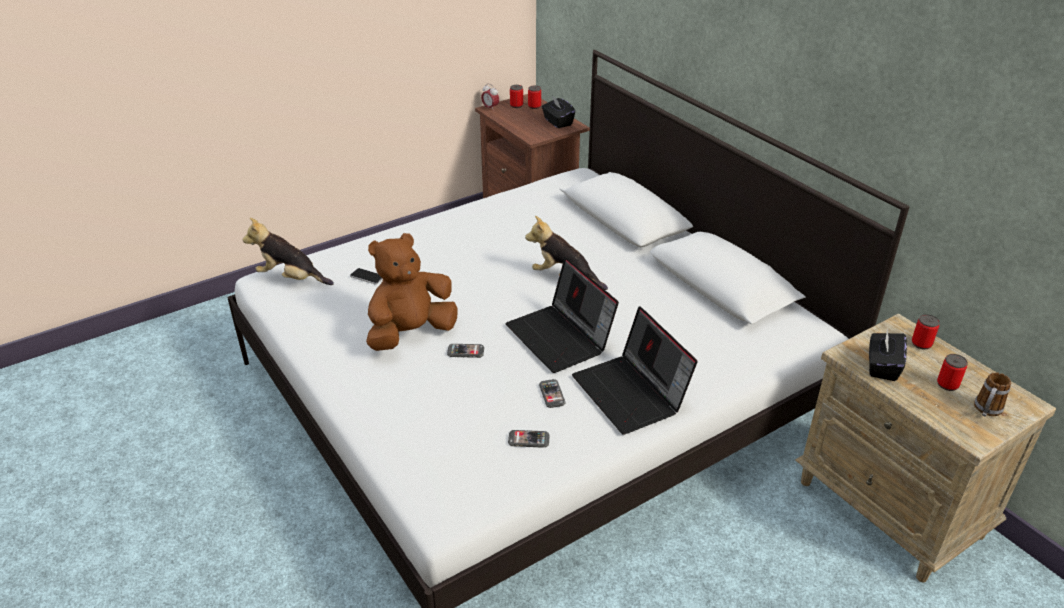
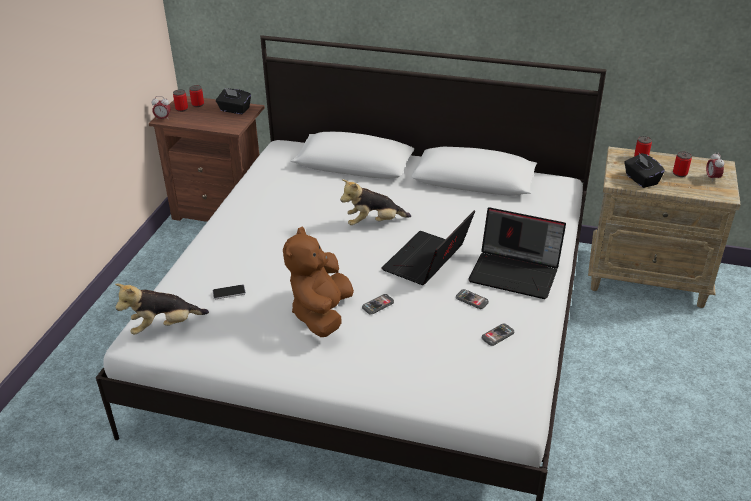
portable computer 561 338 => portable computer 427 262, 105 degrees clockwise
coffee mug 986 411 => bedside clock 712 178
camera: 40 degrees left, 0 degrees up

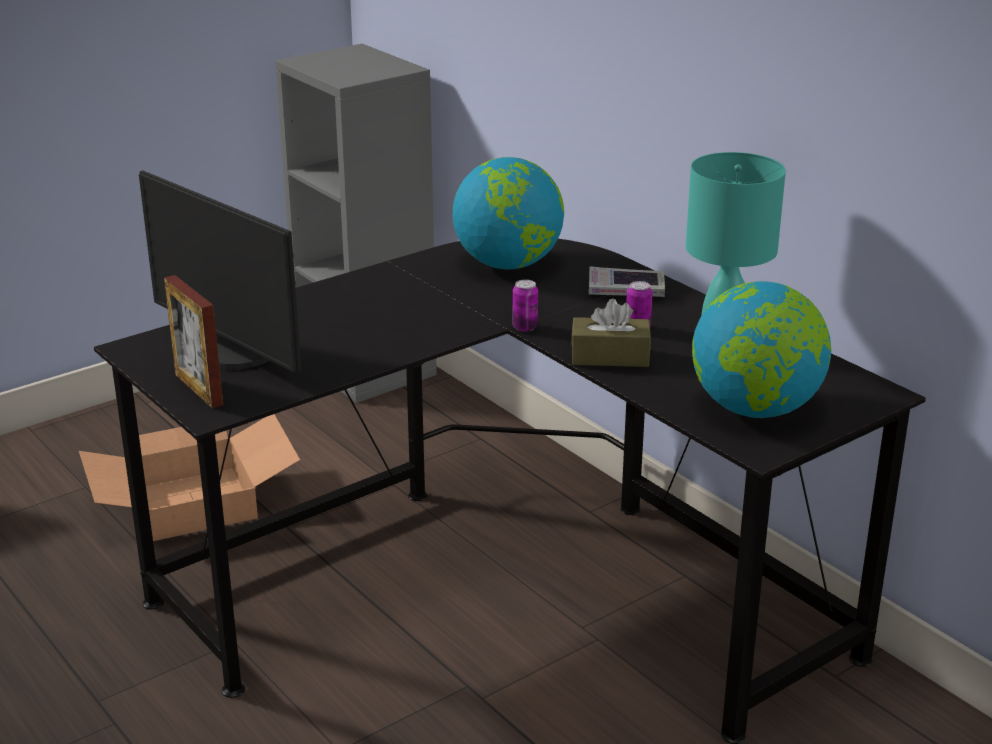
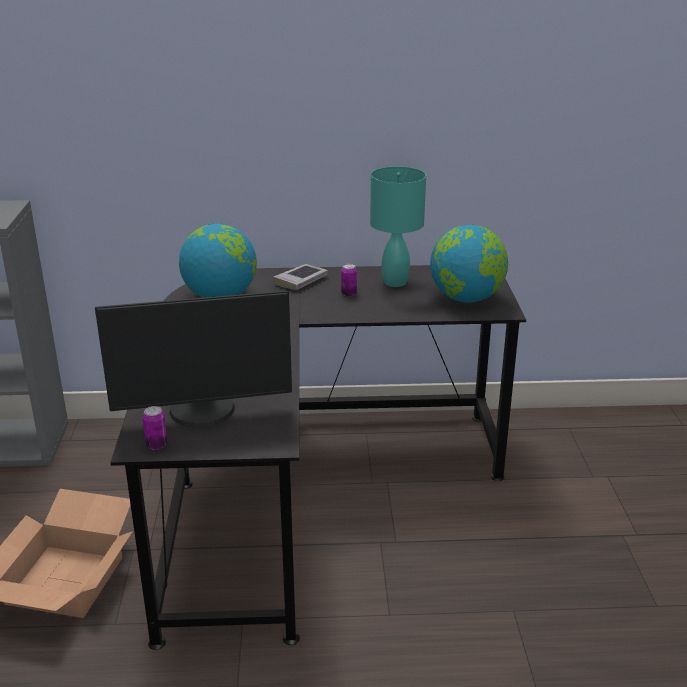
standing frame 198 389 => nothing
sealed can 525 327 => sealed can 156 445, relocated
tissue box (brownish) 610 357 => nothing
camera: 55 degrees left, 0 degrees up

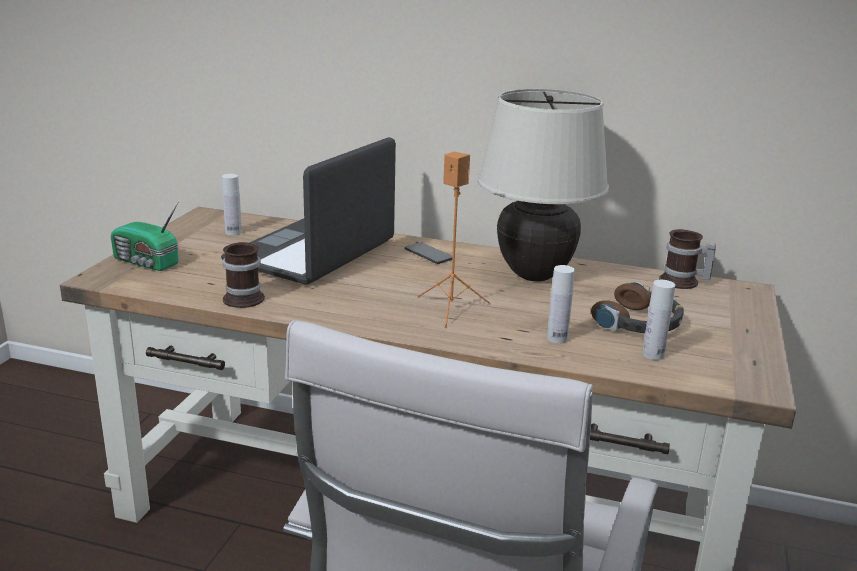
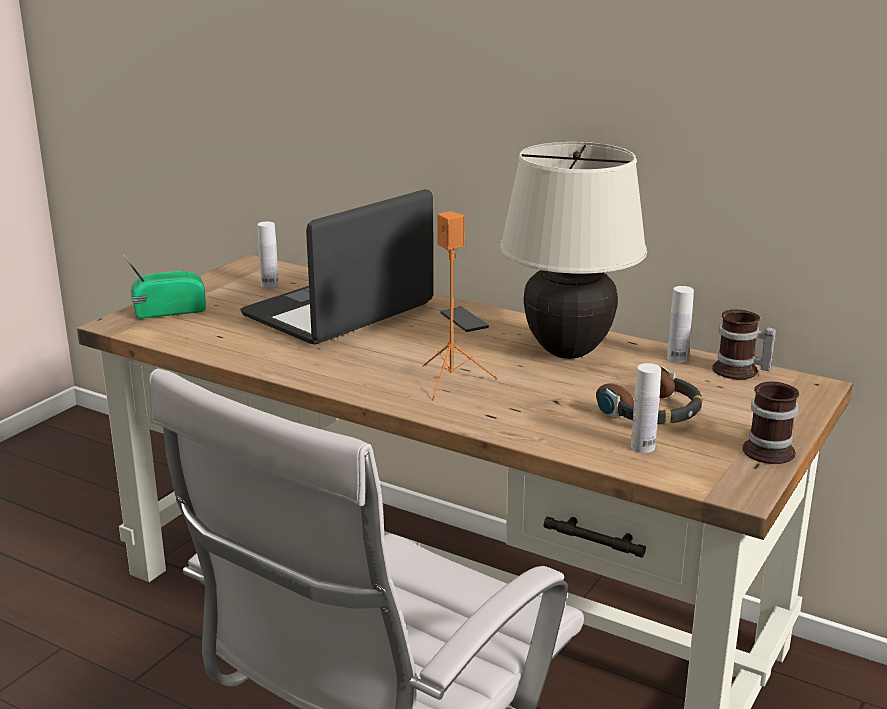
radio receiver 146 262 => radio receiver 167 311, 120 degrees clockwise
coffee mug 247 297 => coffee mug 771 449, relocated
beverage bottle (whitish) 557 338 => beverage bottle (whitish) 677 358, relocated
camera: 15 degrees right, 0 degrees up

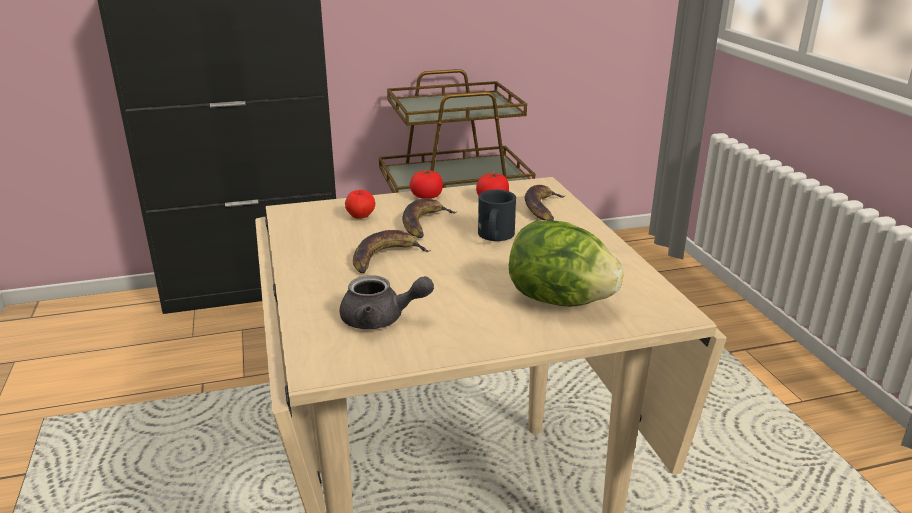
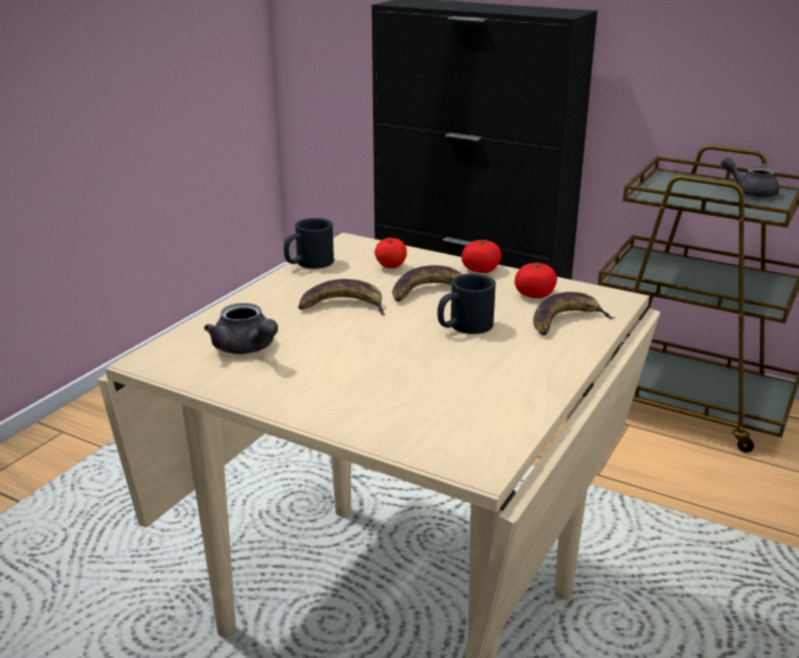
lettuce 559 300 => nothing
nothing => coffee mug (blackish) 308 263
nothing => teapot (gray) 750 192
camera: 45 degrees right, 0 degrees up

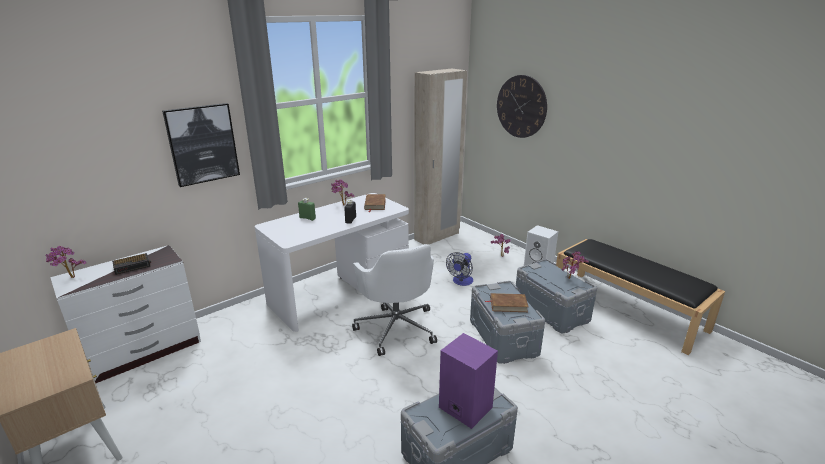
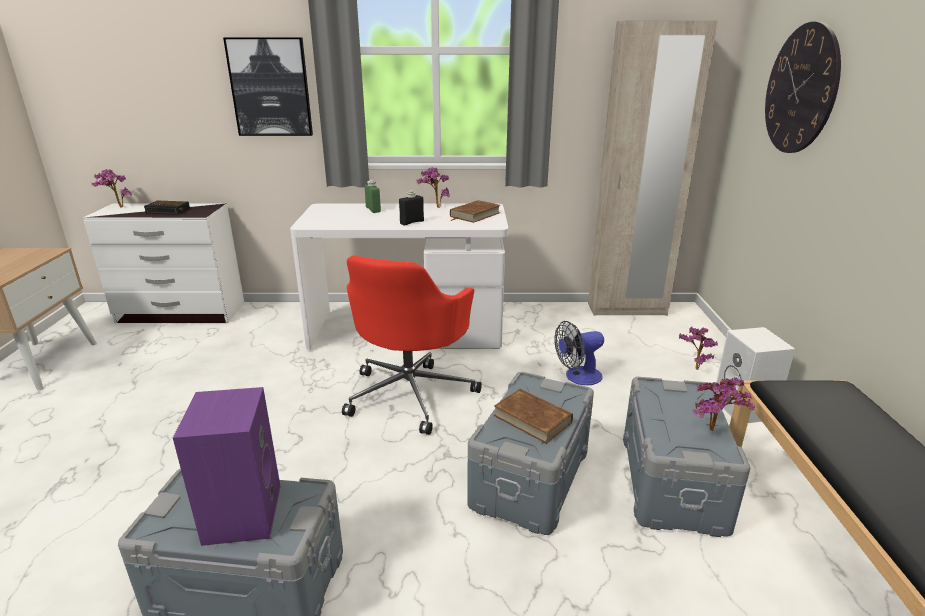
desk chair (whitish) 396 327 => desk chair (red-coloured) 411 393
camera: 40 degrees right, 0 degrees up

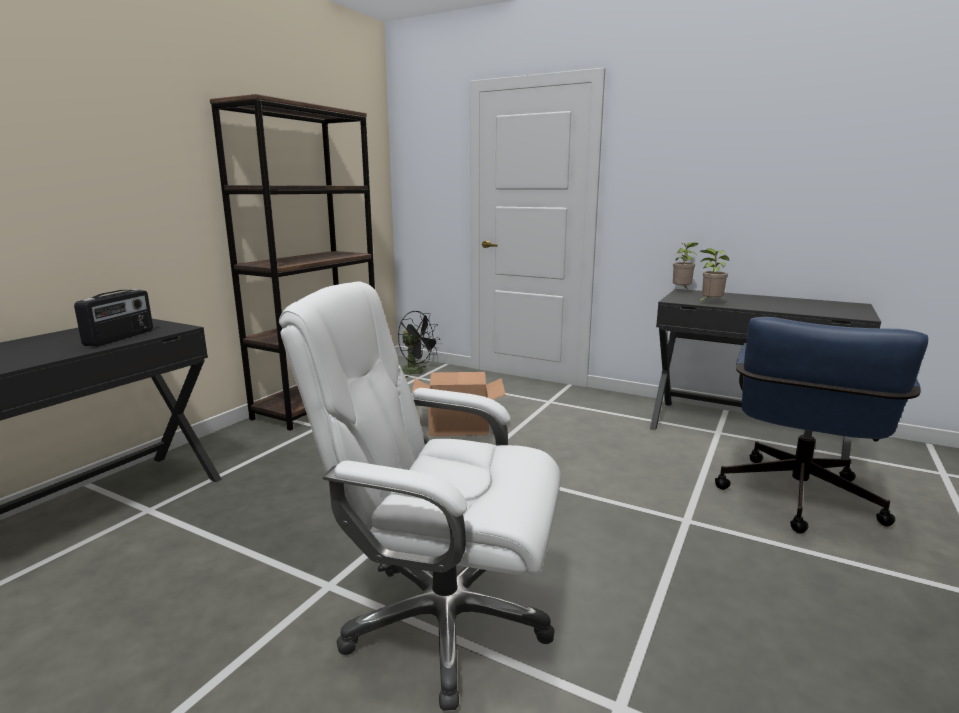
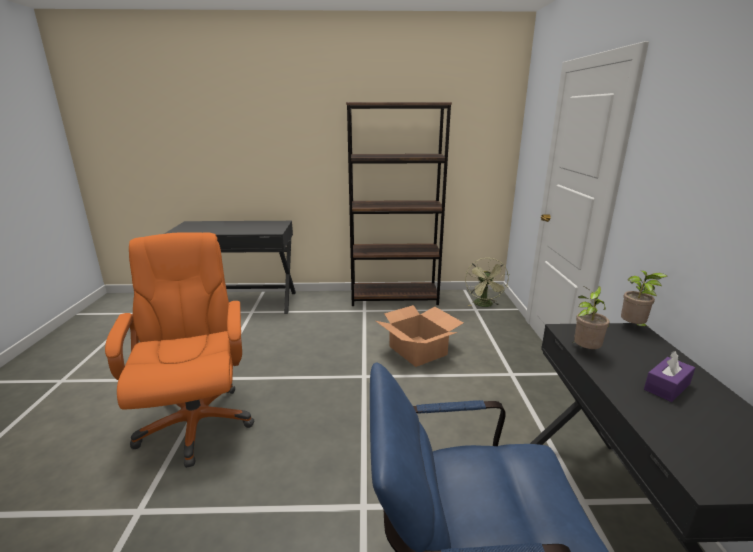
radio receiver 120 338 => nothing
desk chair (whitish) 443 621 => desk chair (orange-coloured) 196 423
cooling fan (blackish) 417 372 => cooling fan (green-coloured) 484 305
nothing => tissue box (purple) 666 387
camera: 60 degrees right, 5 degrees up

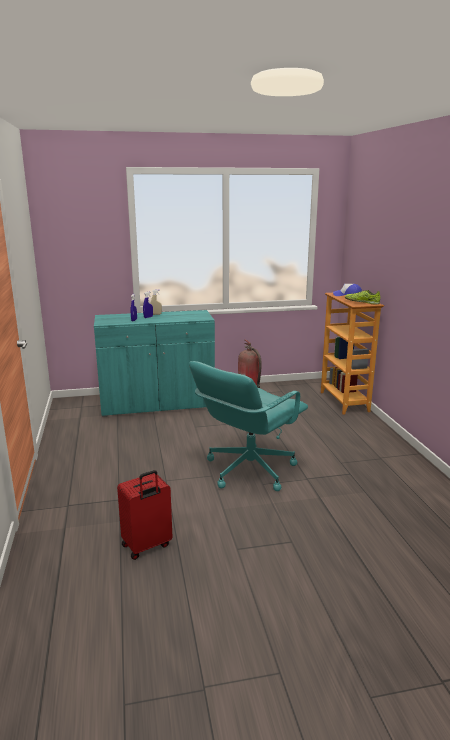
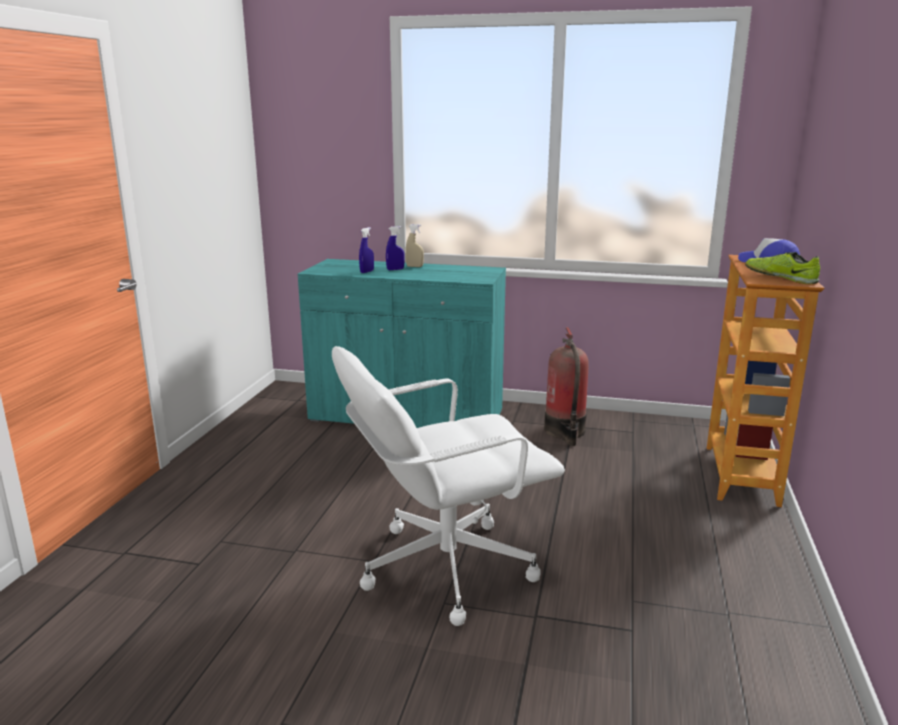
suitcase (red-coloured) 147 546 => nothing
desk chair (blue-green) 248 469 => desk chair (whitish) 444 567
camera: 25 degrees right, 0 degrees up

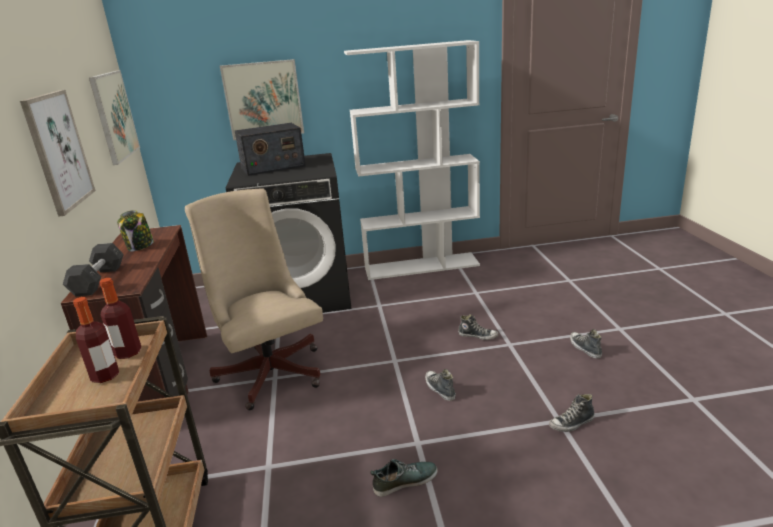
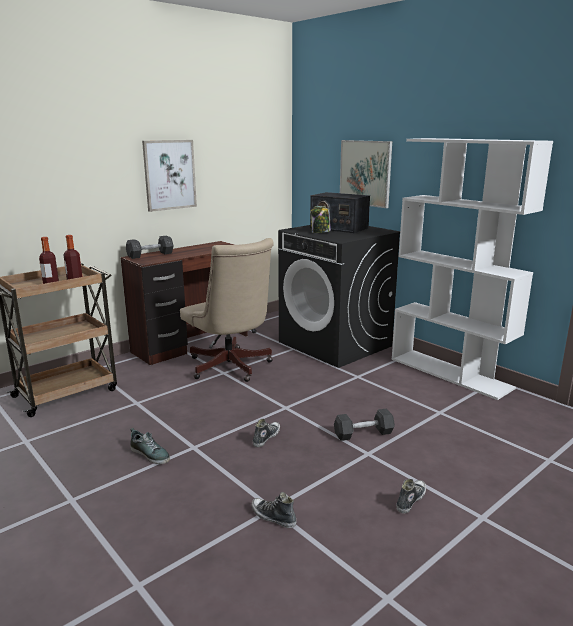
wall art 114 116 => nothing
jar 140 246 => jar 320 232, relocated
desk chair (sand-coloured) 270 369 => desk chair (sand-coloured) 231 368, 120 degrees clockwise
shoe 478 336 => dumbbell (gray) 363 434
camera: 55 degrees right, 5 degrees down

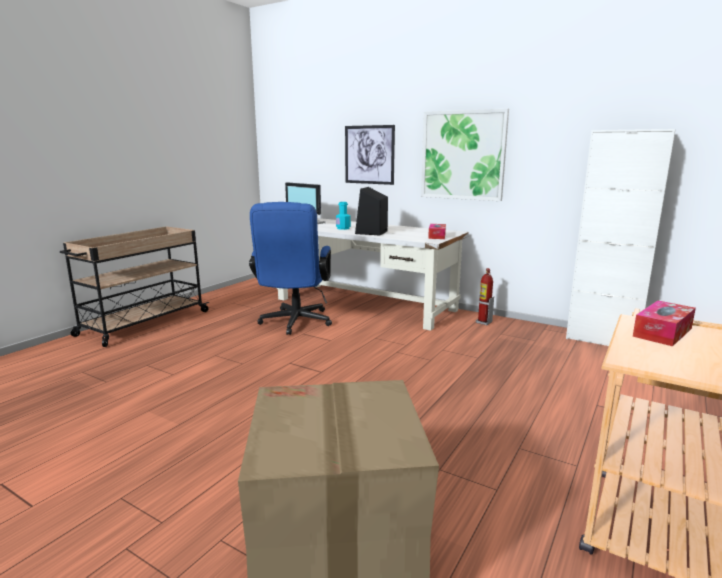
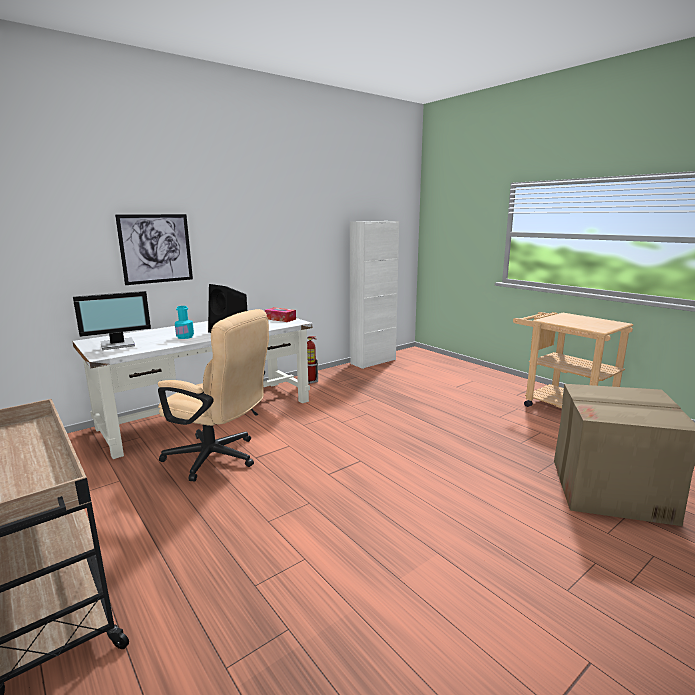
desk chair (bluish) 294 323 => desk chair (sand-coloured) 219 458
wall art 463 155 => nothing
tissue box 662 332 => nothing
camera: 70 degrees left, 0 degrees up

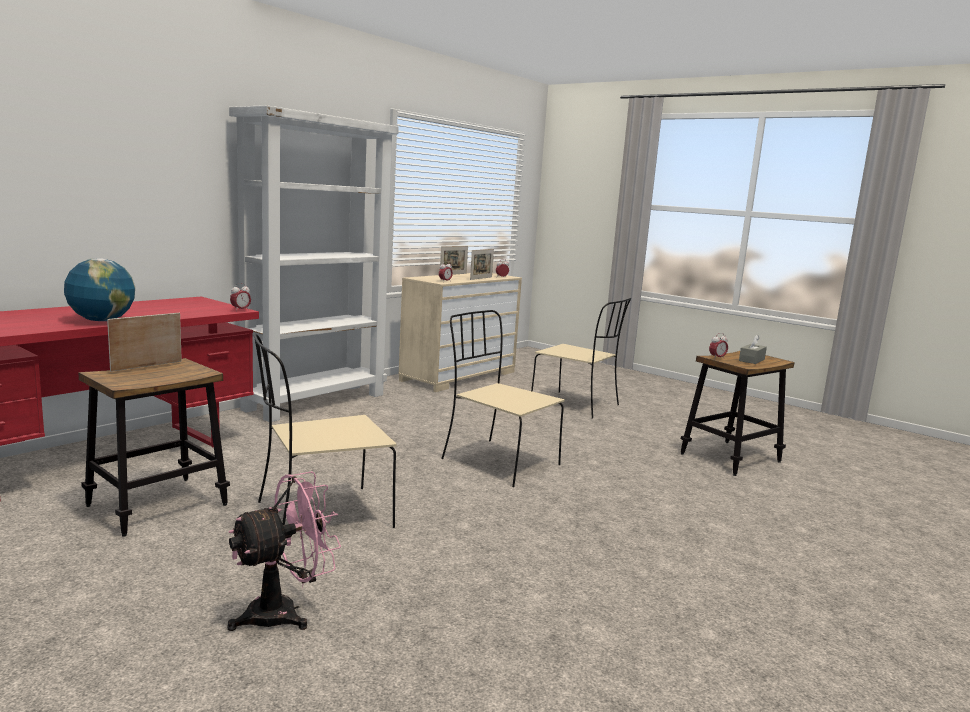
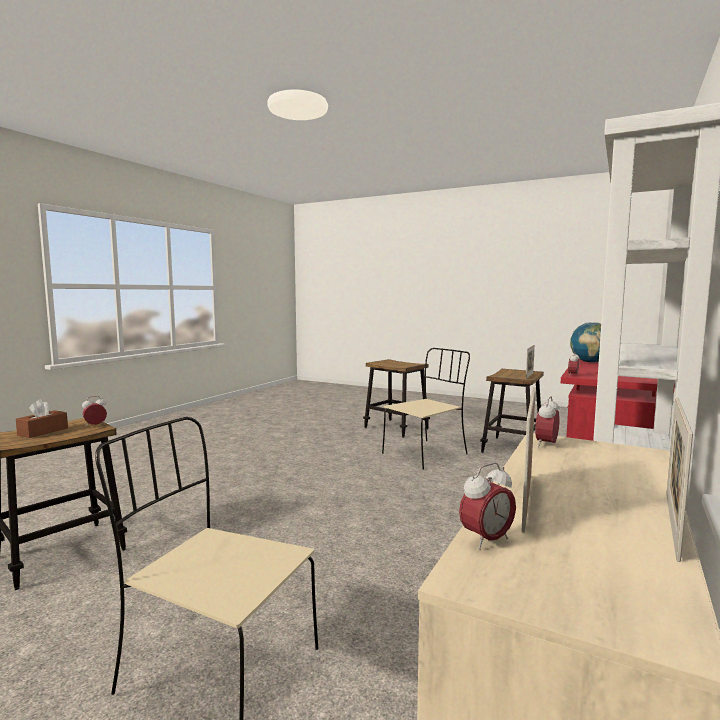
cooling fan (pinkish) 284 612 => stool 396 428
chair (sand-coloured) 498 462 => nothing
tissue box (gray) 751 360 => tissue box (brownish) 43 431
camera: 170 degrees right, 5 degrees down

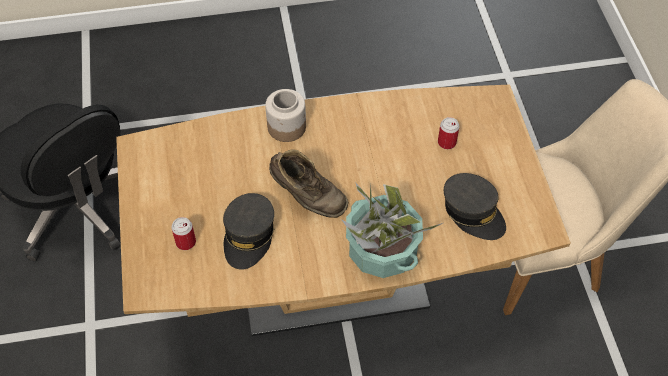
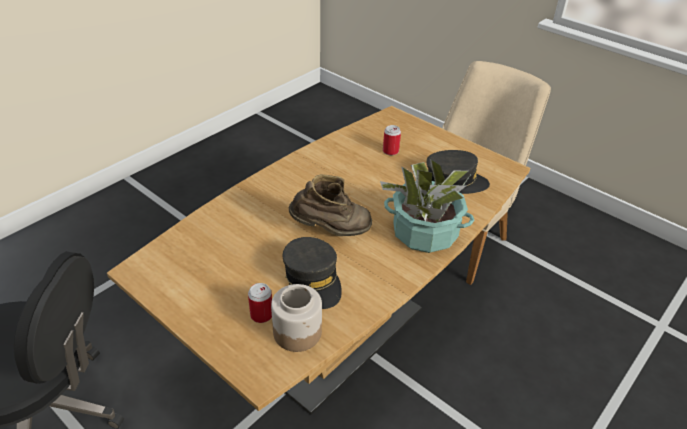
jar 287 127 => jar 297 332, relocated
camera: 40 degrees left, 15 degrees down

